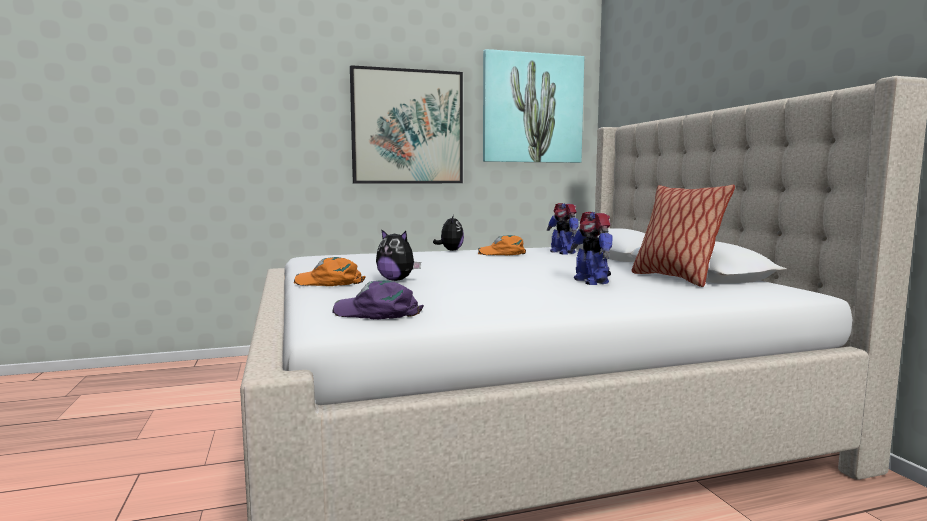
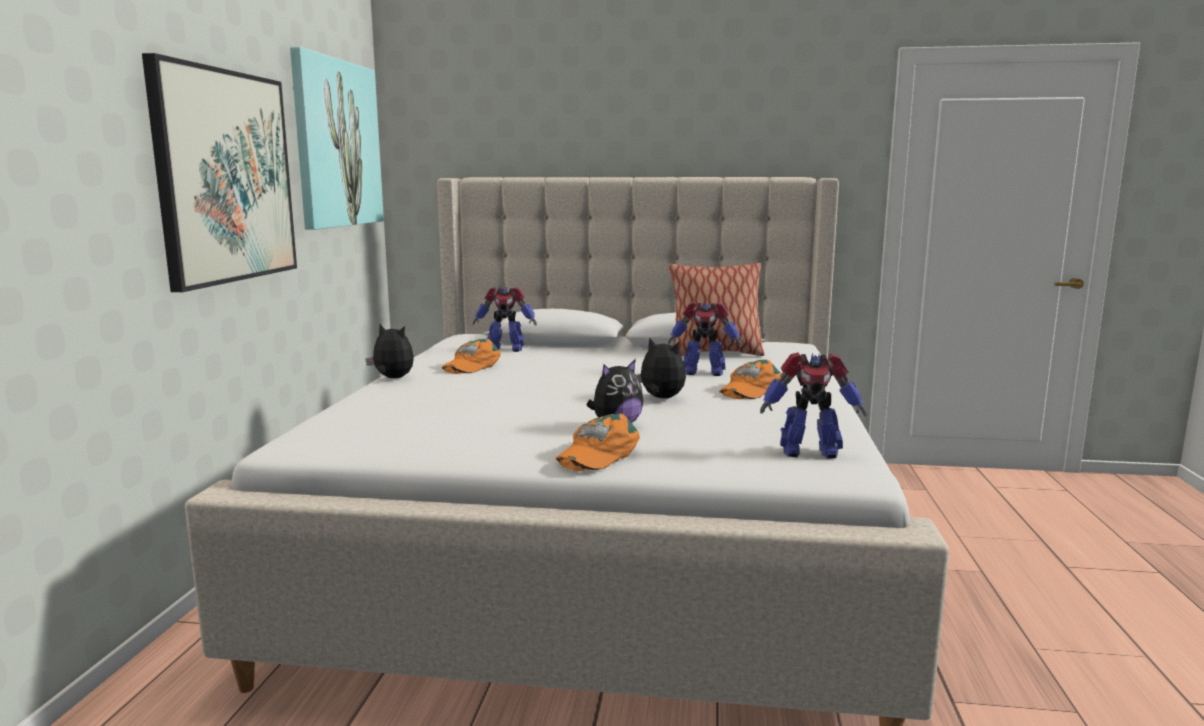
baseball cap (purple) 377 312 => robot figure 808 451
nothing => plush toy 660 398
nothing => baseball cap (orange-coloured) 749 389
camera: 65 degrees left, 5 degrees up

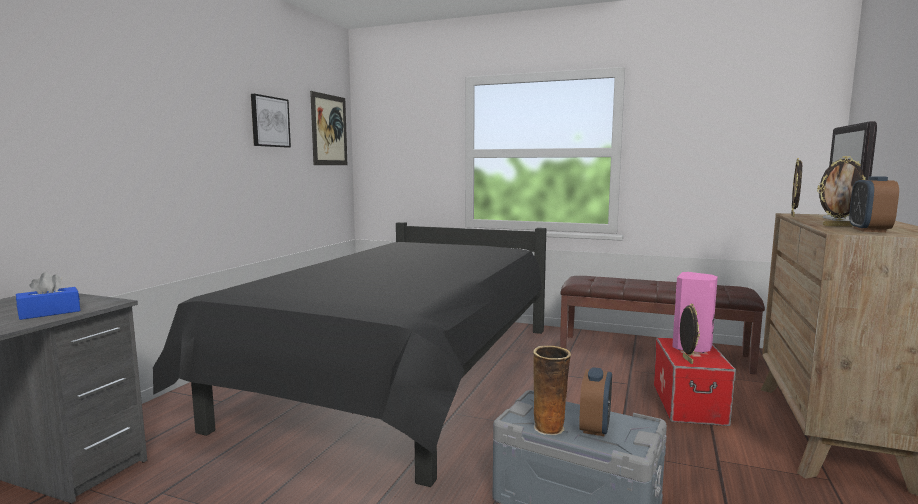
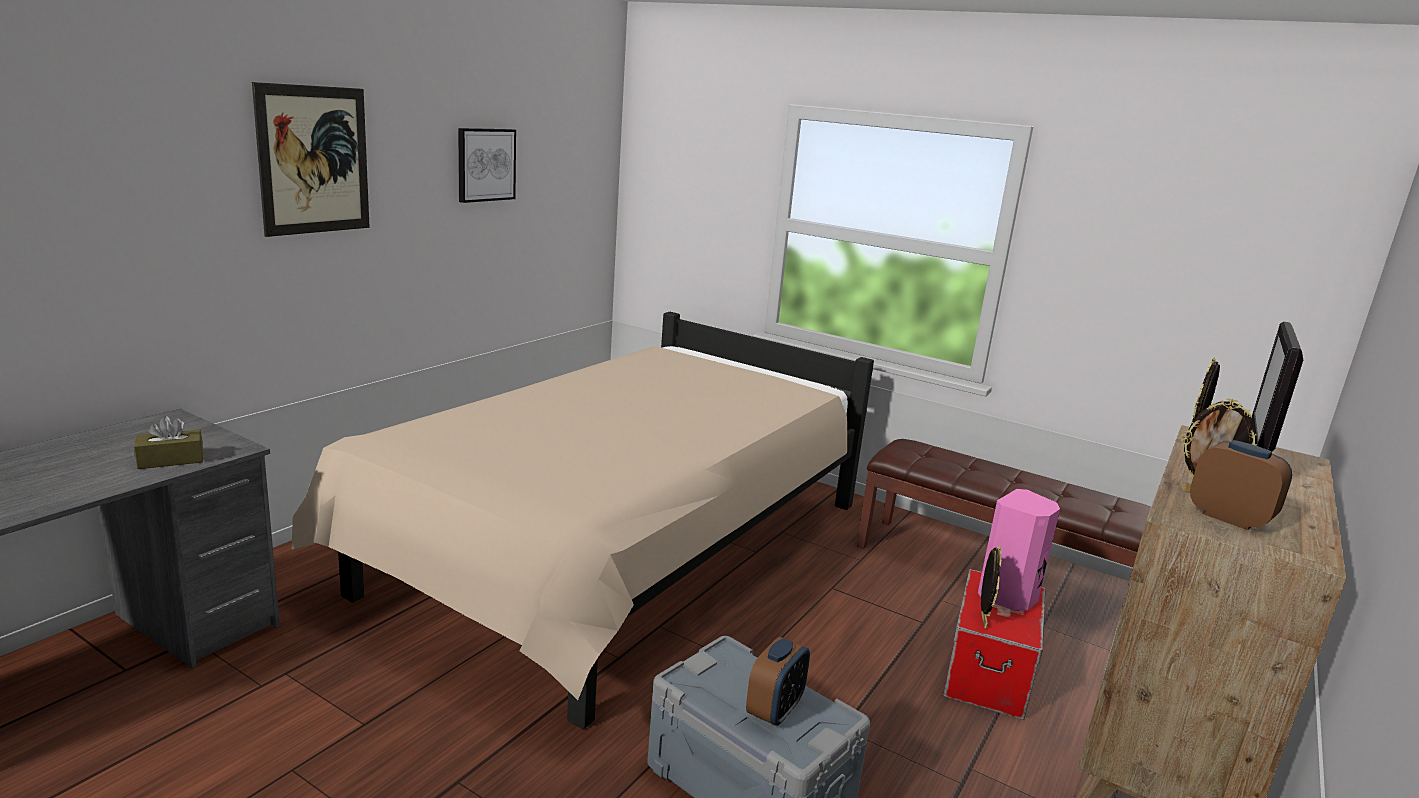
tissue box (bluish) 49 312 => tissue box (brownish) 171 460
sleeping bed (blackish) 403 376 => sleeping bed (sand-coloured) 620 553
wall art 329 130 => wall art 314 160, relocated
vase 550 428 => nothing
bedside clock 869 230 => bedside clock 1229 518, 105 degrees clockwise
camera: 10 degrees right, 10 degrees up

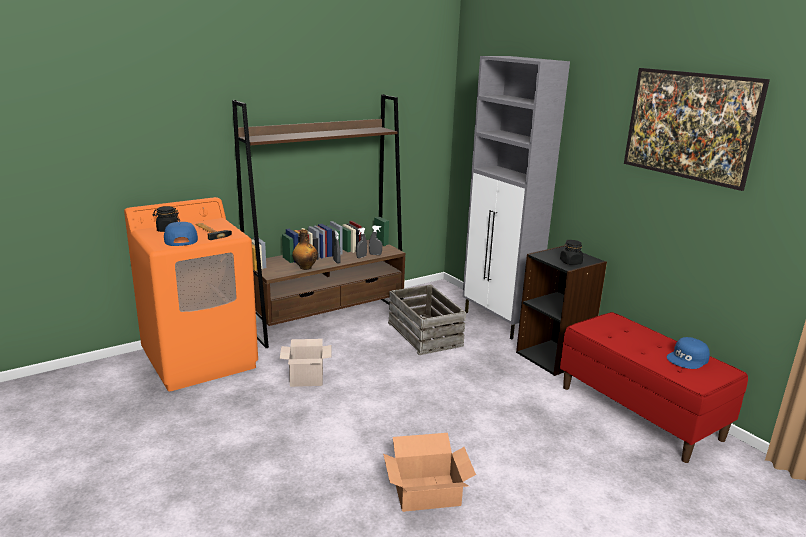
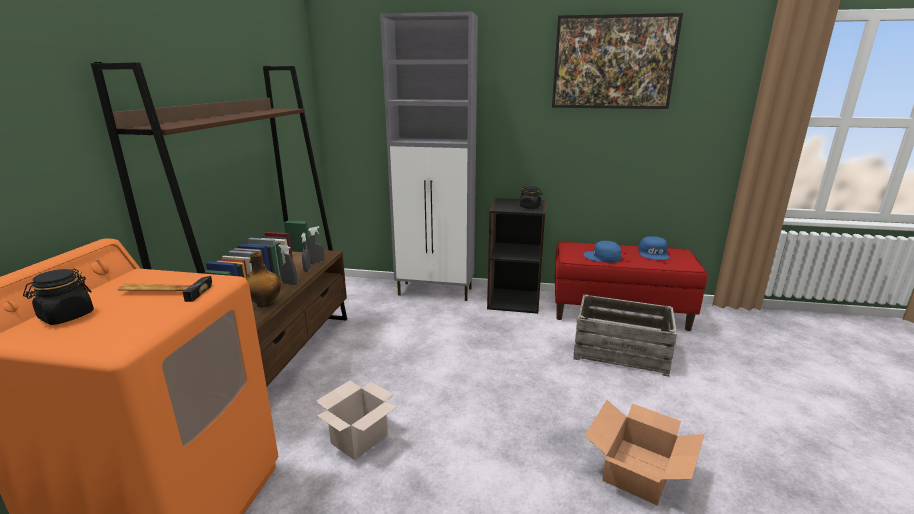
baseball cap (bluish) 180 239 => baseball cap (bluish) 602 257, relocated
shipping crate 425 334 => shipping crate 620 351, relocated
camera: 45 degrees left, 0 degrees up

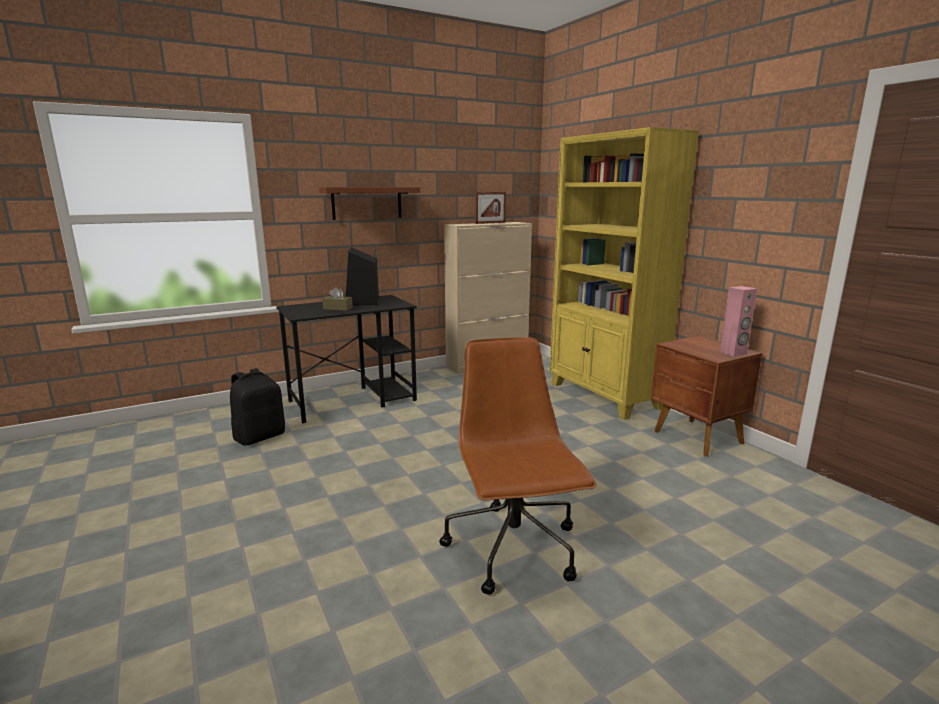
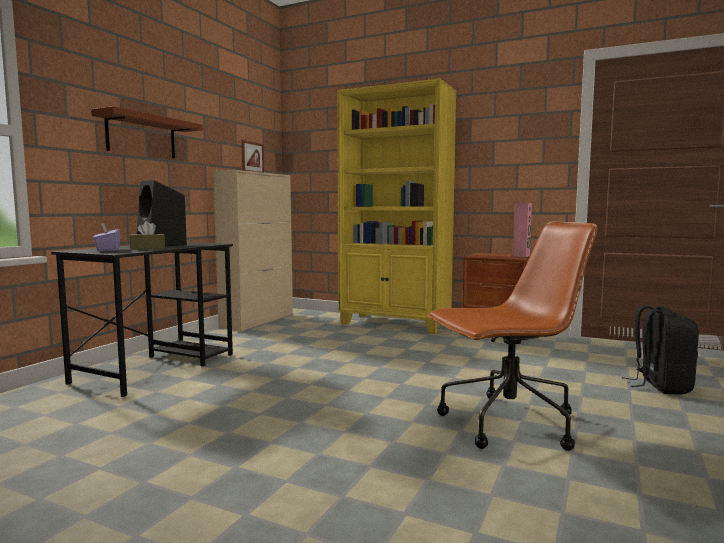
backpack (blackish) 260 436 => backpack (blackish) 660 386, relocated
desk chair (brownish) 514 550 => desk chair (brownish) 507 424, 120 degrees clockwise
nothing => tissue box (purple) 107 250
camera: 35 degrees left, 10 degrees down

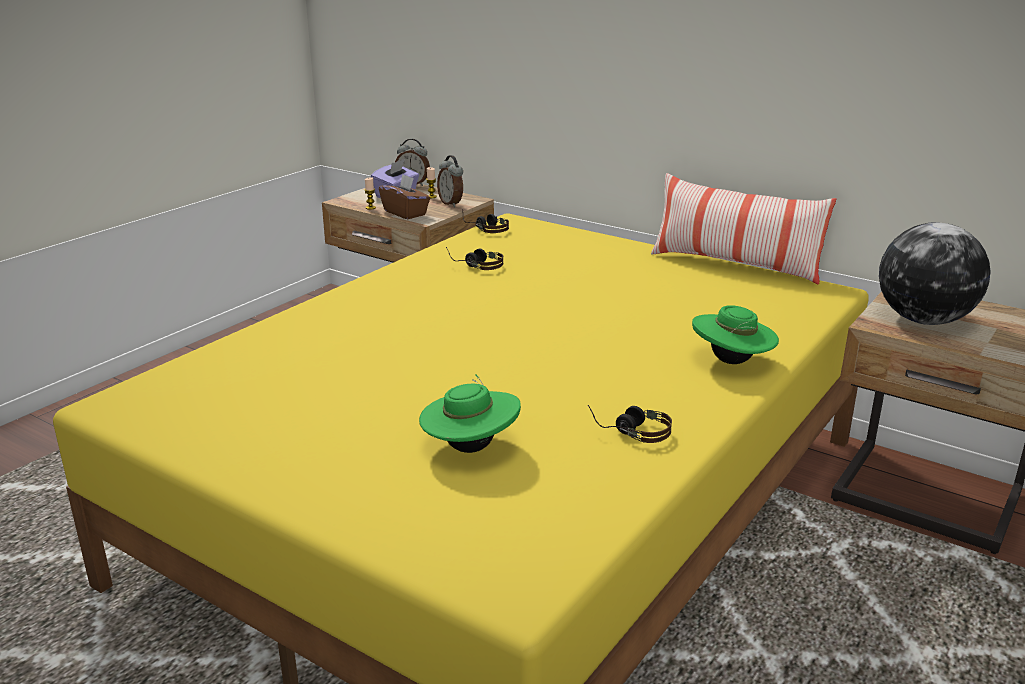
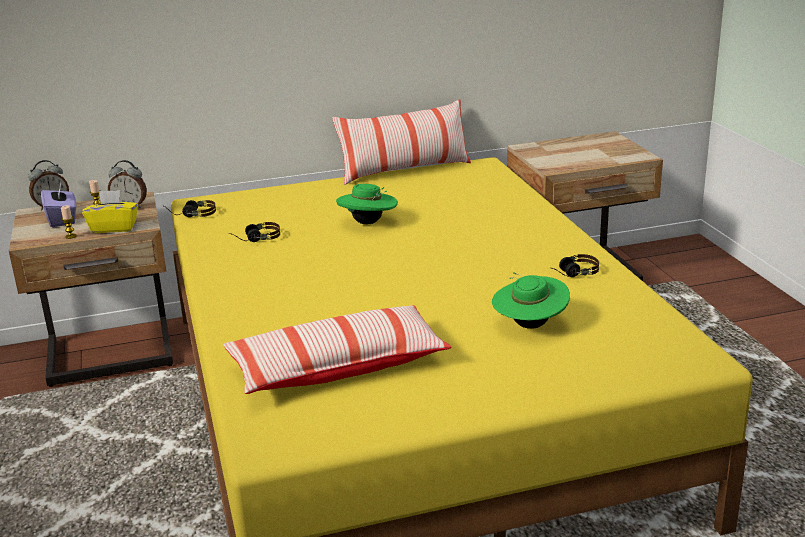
tissue box (brownish) 405 213 => tissue box (yellow-coloured) 114 228
clothing hat (green-coloured) 732 362 => clothing hat (green-coloured) 368 223, relocated
globe 924 320 => nothing
nothing => pillow 337 367
camera: 50 degrees left, 0 degrees up

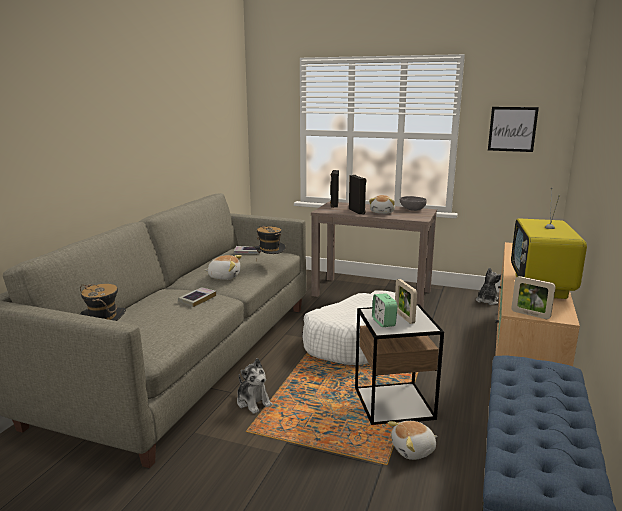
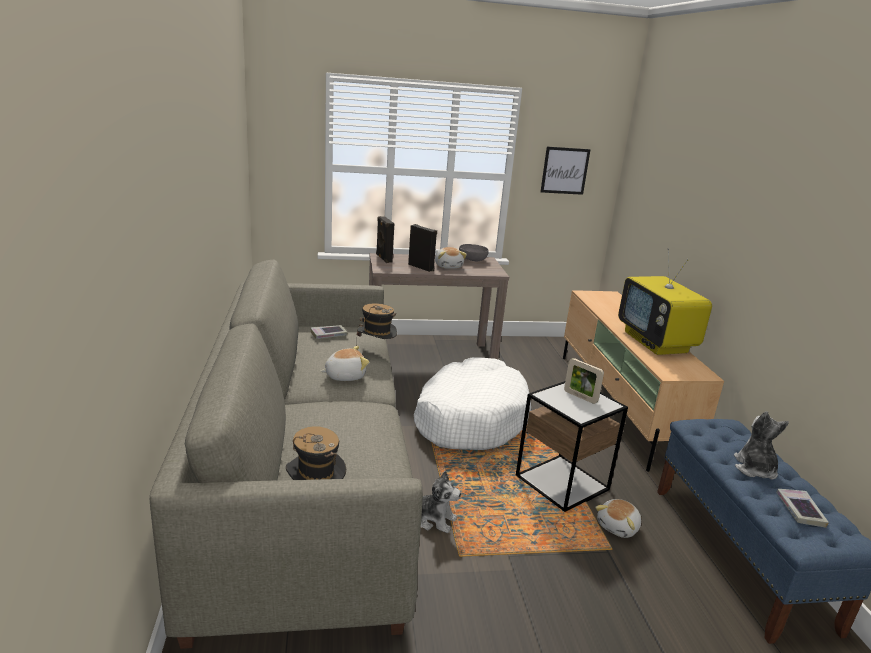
volume 197 299 => volume 799 510, relocated
bedside clock 383 322 => nothing
plush toy 486 301 => plush toy 754 469, relocated
standing frame 530 314 => nothing
camera: 30 degrees left, 5 degrees up

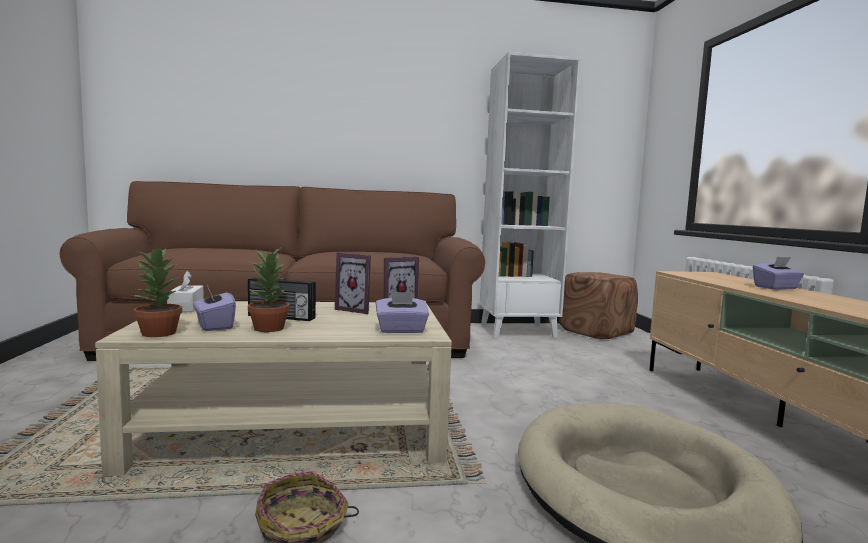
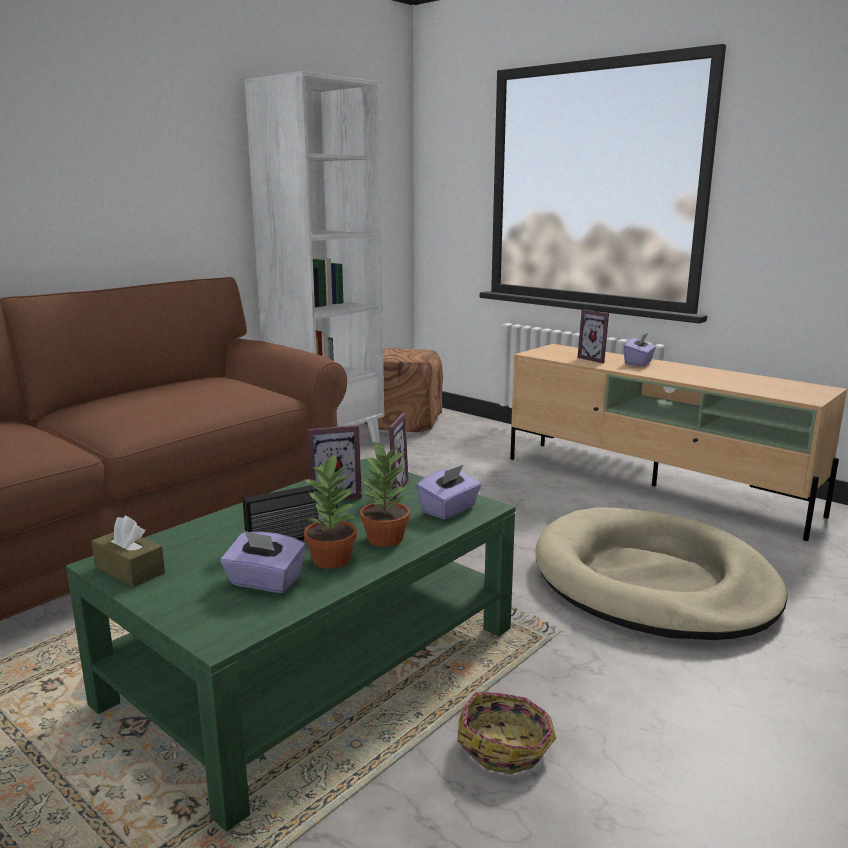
lounge table (sand-coloured) 297 426 => lounge table (green-coloured) 317 663
houseplant 158 333 => houseplant 385 539, relocated
tissue box (whitish) 186 307 => tissue box (brownish) 129 570
nothing => standing frame 596 359
camera: 40 degrees left, 10 degrees up

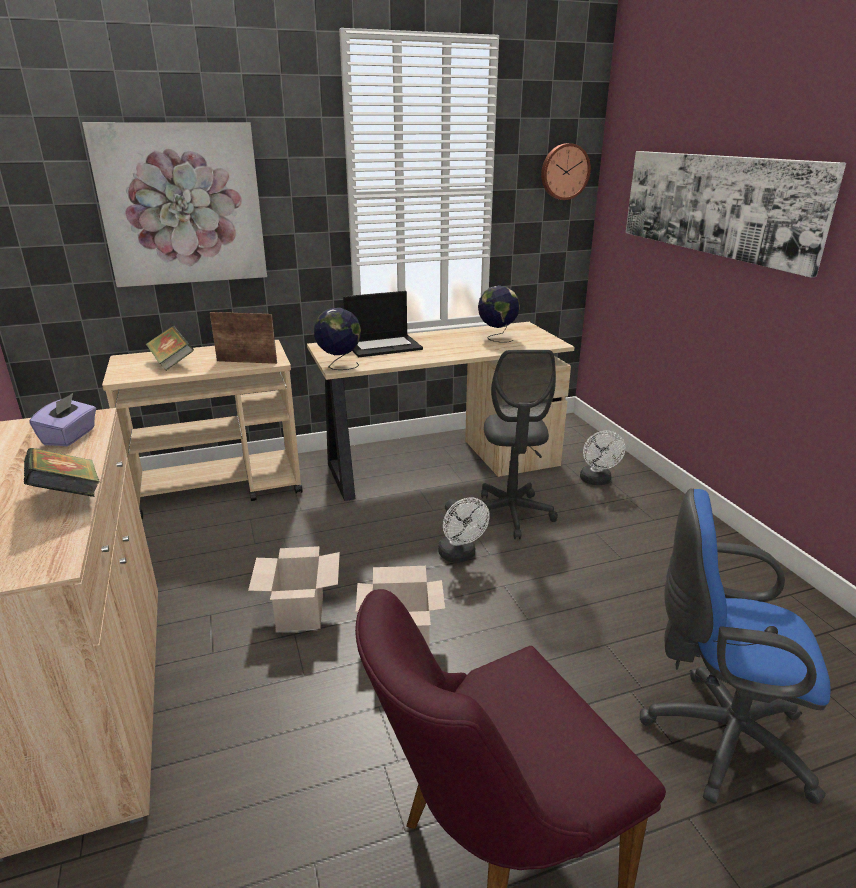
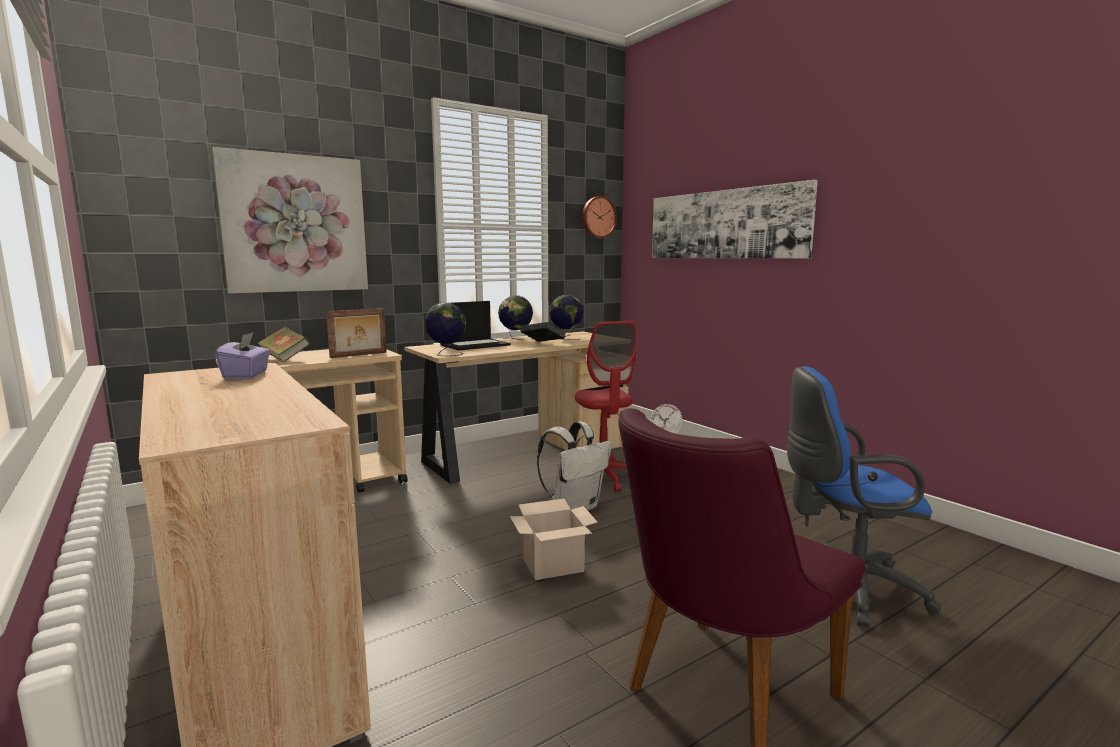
volume 68 496 => volume 543 344, relocated
standing frame 247 361 => standing frame 359 355, 150 degrees clockwise
cardboard box 299 611 => nothing
cooling fan (whitish) 460 555 => backpack (whitish) 575 507
desk chair (gray) 511 514 => desk chair (red-coloured) 603 477
nothing => globe 516 339
camera: 15 degrees left, 15 degrees down

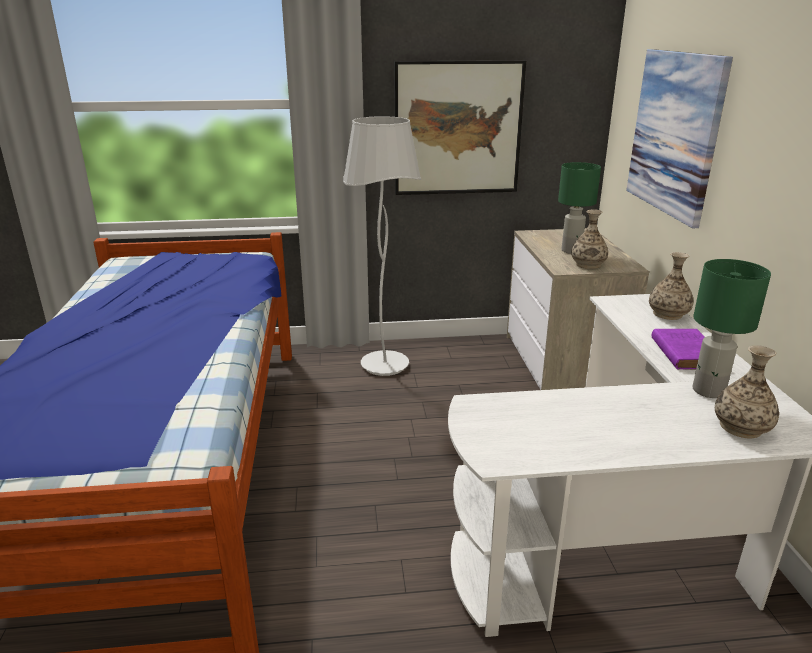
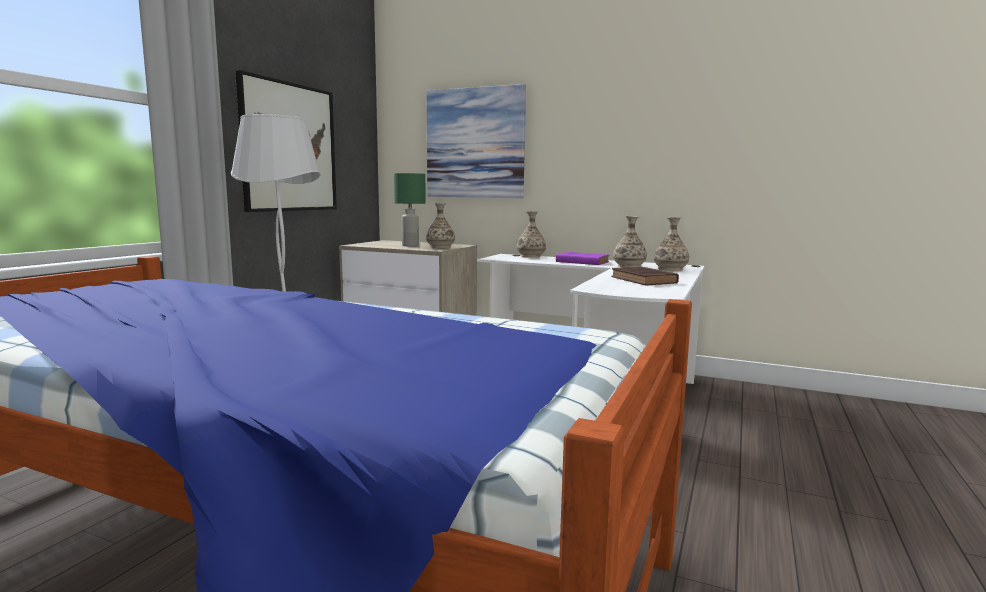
table lamp (green-coloured) 709 391 => vase 629 266
nothing => volume (brownish) 644 280
camera: 60 degrees left, 15 degrees down

